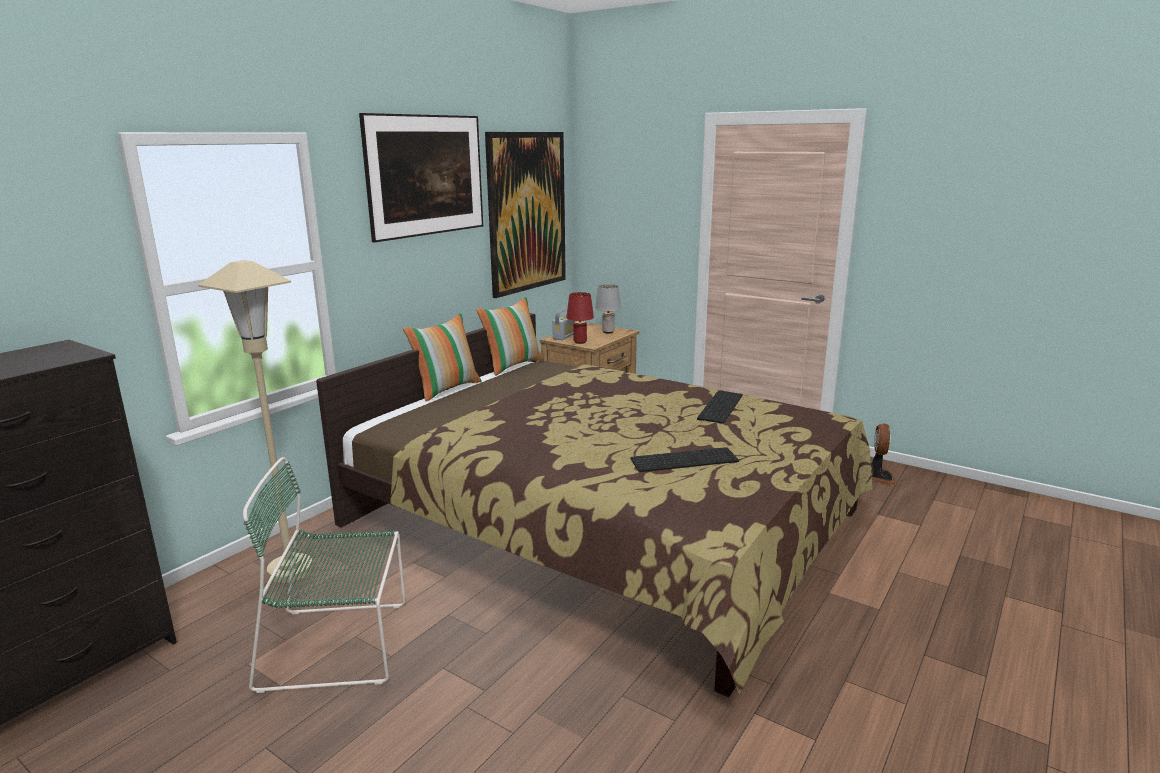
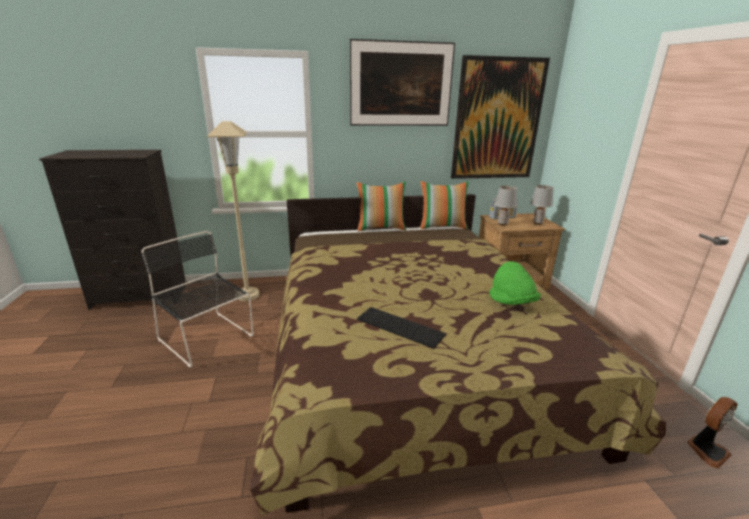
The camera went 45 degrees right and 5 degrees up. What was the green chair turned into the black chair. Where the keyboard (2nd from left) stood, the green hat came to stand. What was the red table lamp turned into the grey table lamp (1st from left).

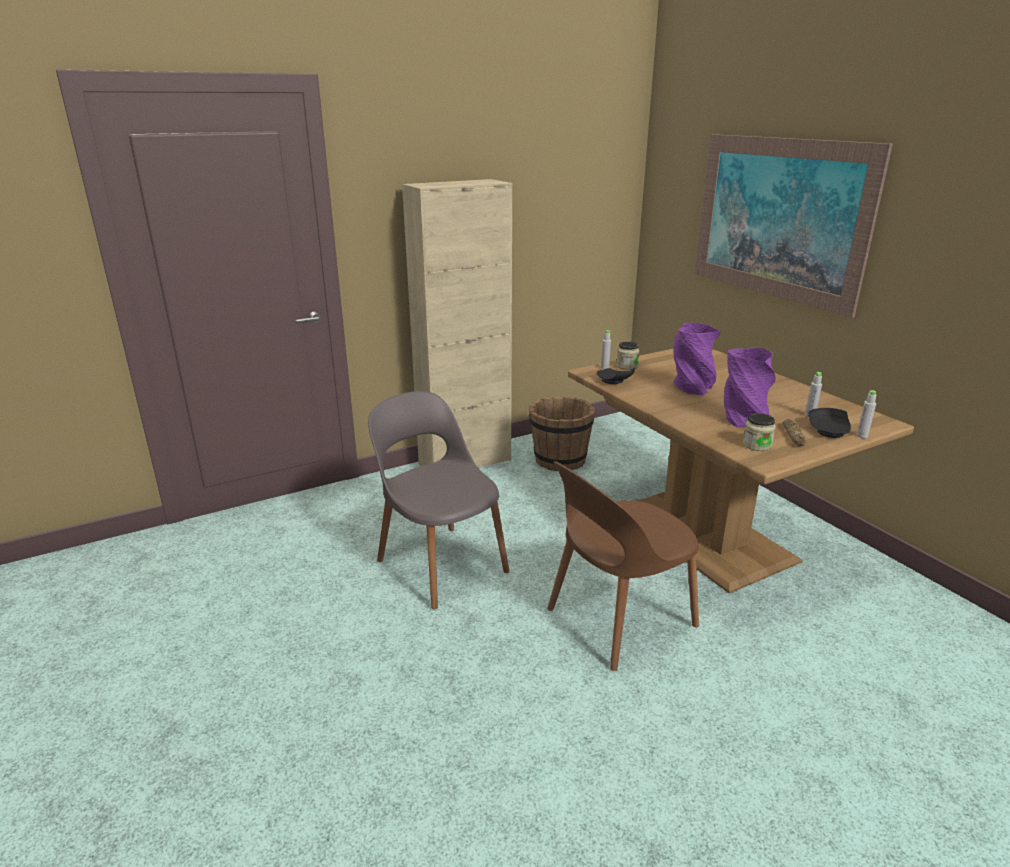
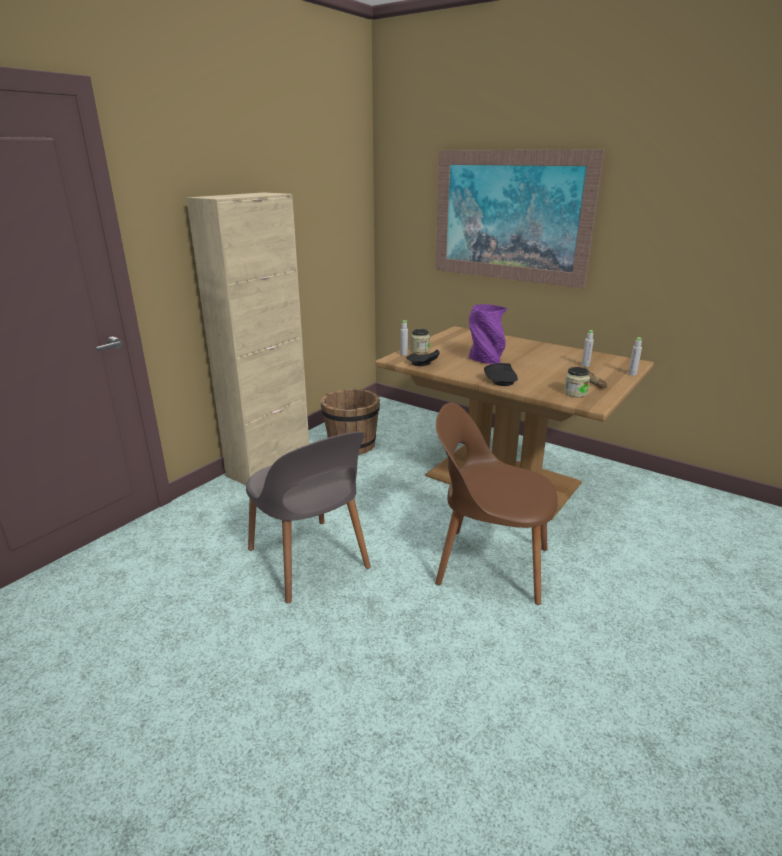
The camera went 25 degrees left and 0 degrees up. The grey chair ended up facing another way, 150 degrees counterclockwise from before. The brown chair ended up facing another way, 75 degrees clockwise from before. The black plate (2nd from left) ended up elsewhere. The second view lost the purple vase (2nd from left).

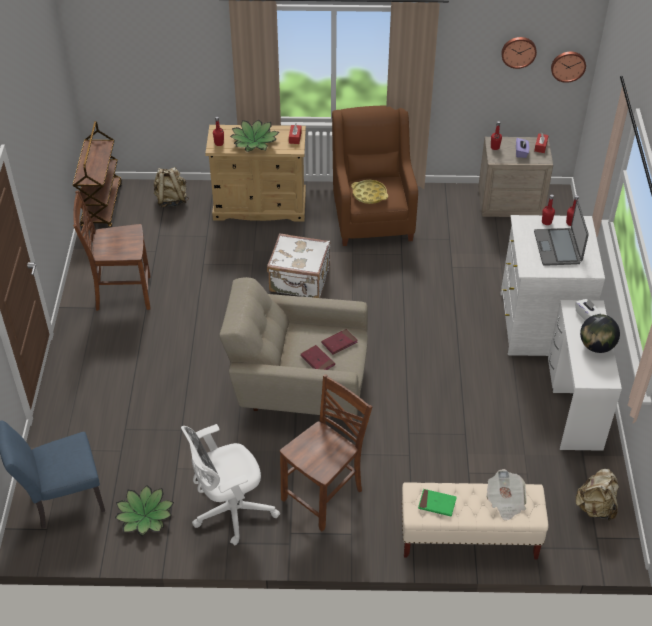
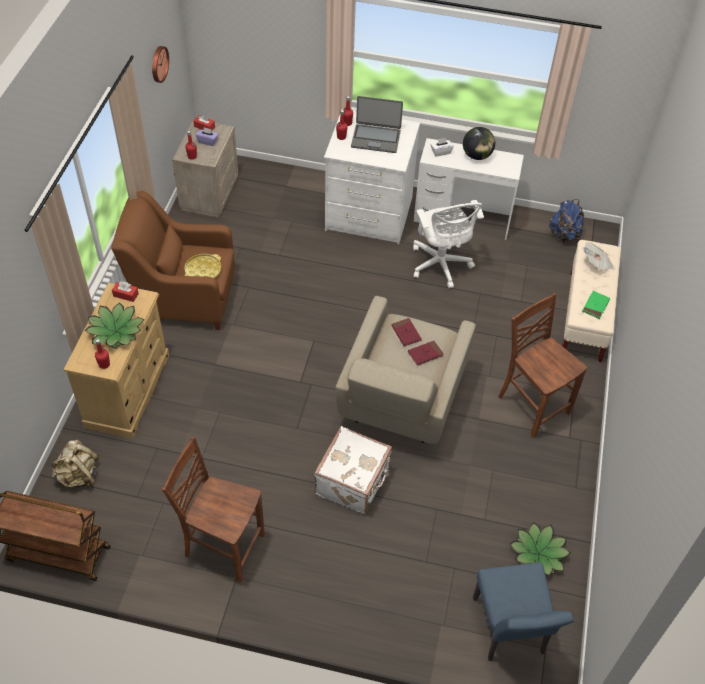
The camera went 80 degrees left and 5 degrees up. The brown chair (1st from left) ended up facing another way, 105 degrees clockwise from before. The white suitcase ended up elsewhere. The white office chair ended up elsewhere. What was the beige backpack (2nd from left) turned into the blue backpack. The second view lost the wall clock (2nd from left).

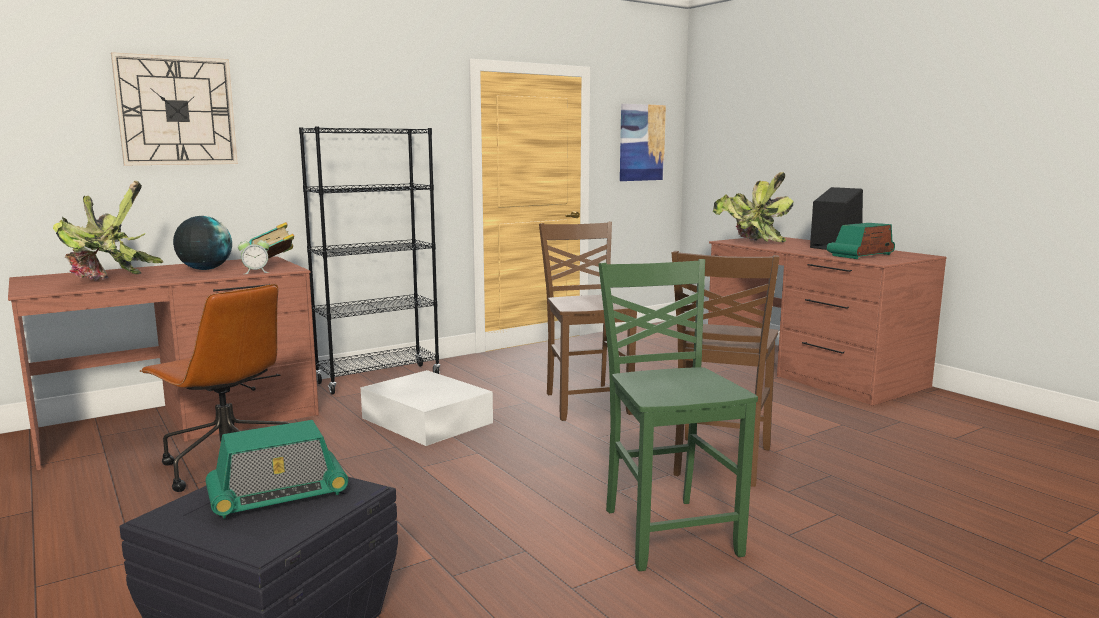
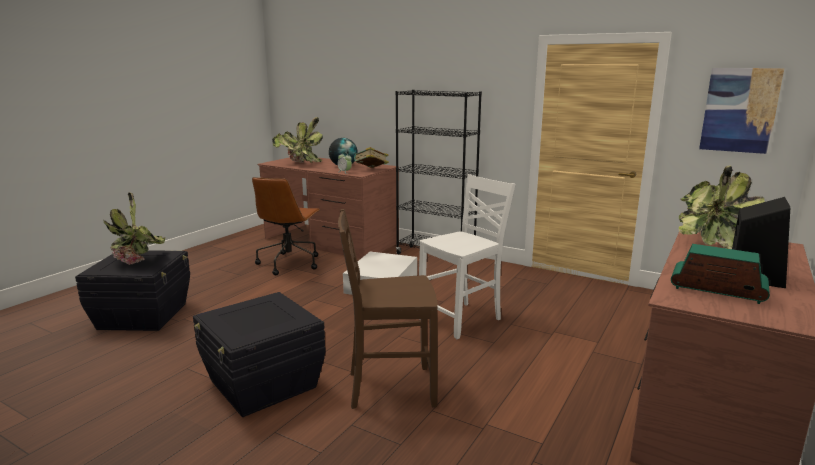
The camera went 65 degrees right and 5 degrees up. Where the radio (1st from left) stood, the potted plant (1st from left) came to stand. Where the green chair stood, the black storage box (2nd from left) came to stand. What was the brown chair (1st from left) turned into the white chair. The second view lost the wall clock.

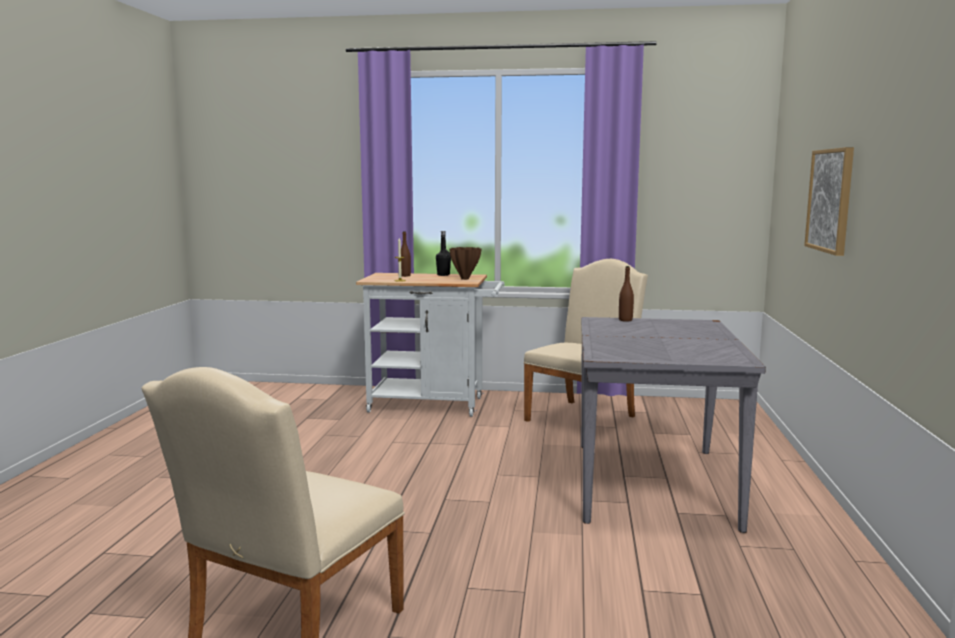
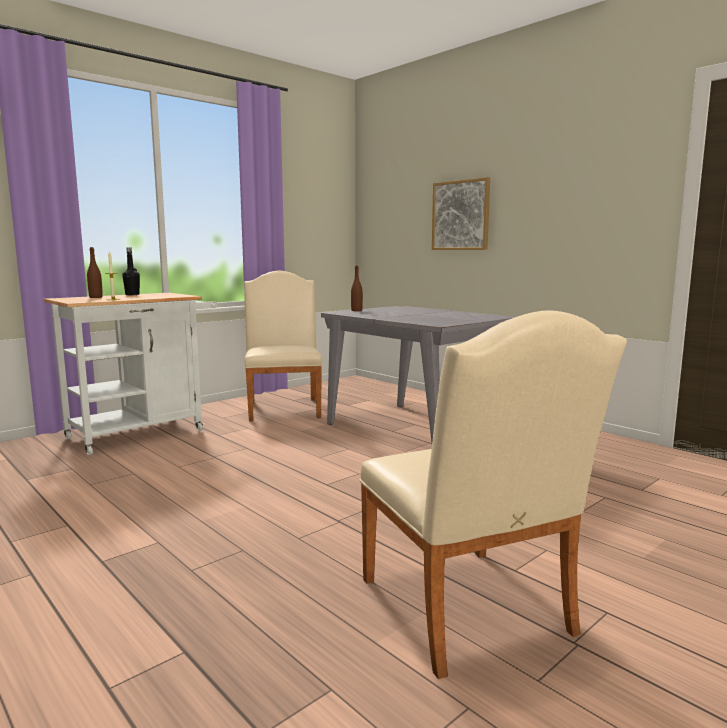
The camera went 50 degrees left and 0 degrees up. The second view lost the brown vase.

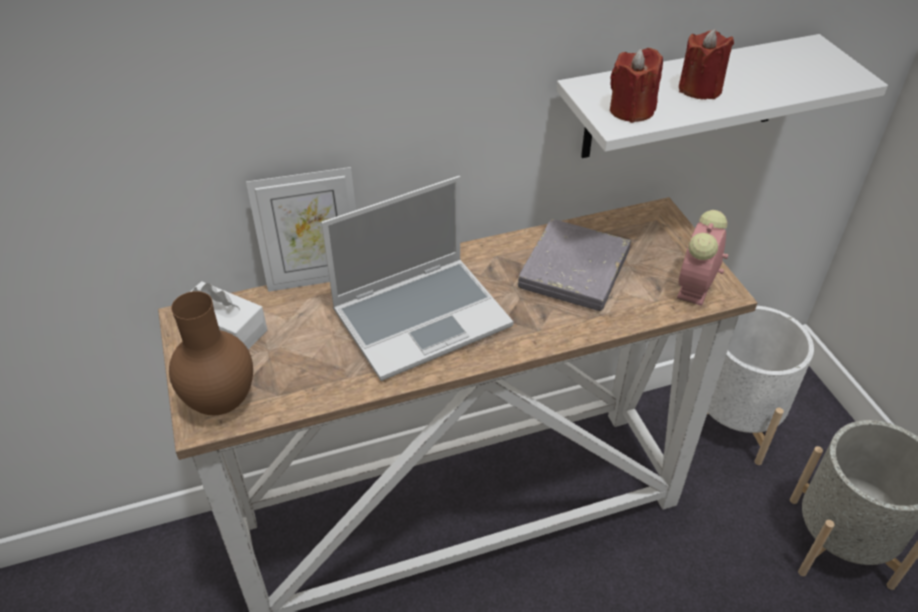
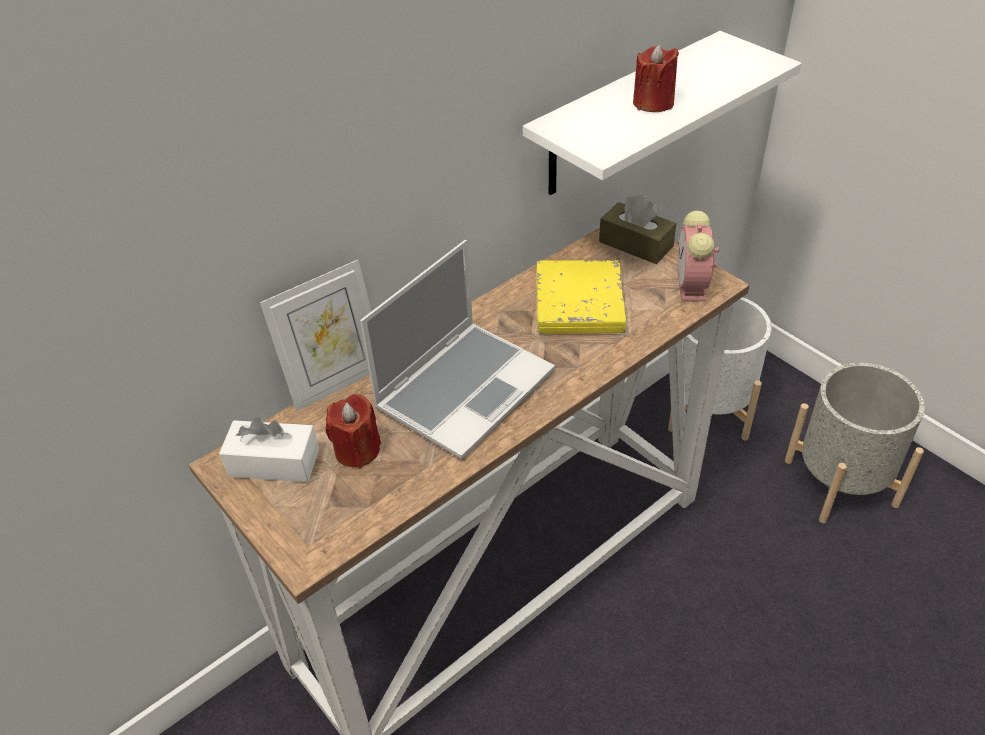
The camera went 20 degrees left and 0 degrees up. The red candle (1st from left) ended up elsewhere. What was the grey book turned into the yellow book. The second view gained the brown tissue box. The second view lost the brown vase.

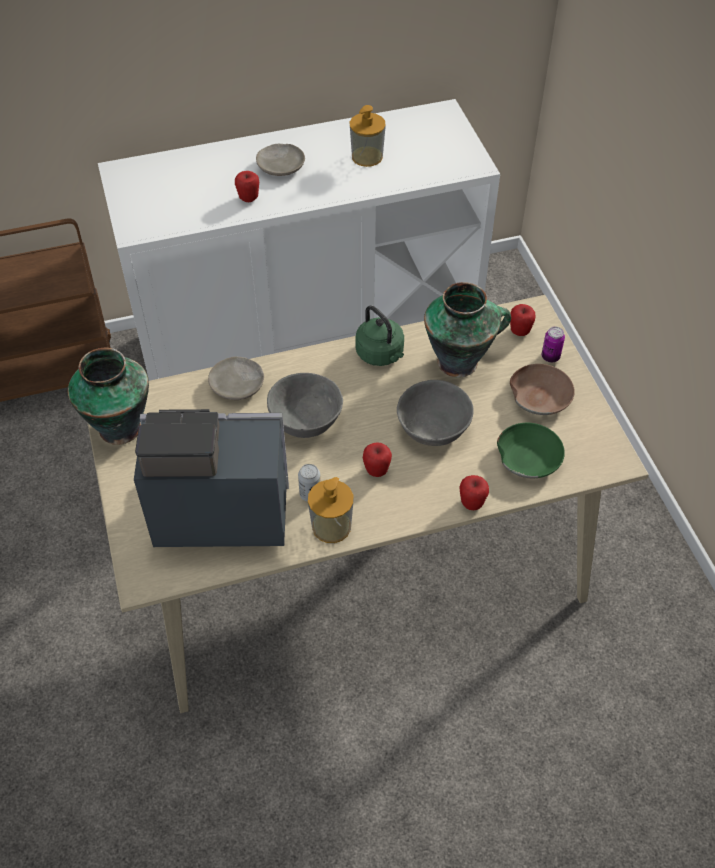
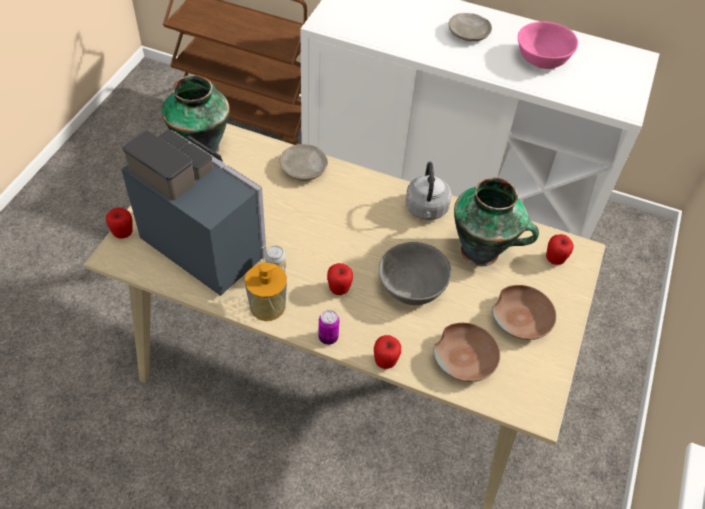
The camera went 35 degrees right and 0 degrees up. The apple (1st from left) ended up elsewhere. The can (2nd from left) ended up elsewhere. What was the green kettle turned into the grey kettle. What was the green bowl turned into the brown bowl (1st from left). Where the soap dispenser (2nd from left) stood, the pink bowl came to stand. The second view lost the grey bowl (1st from left).

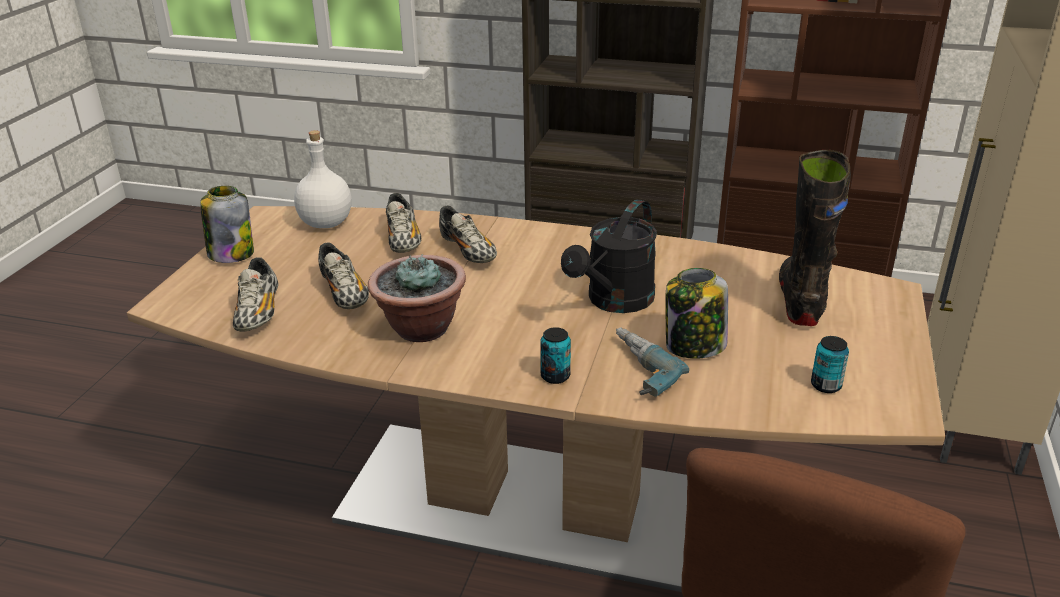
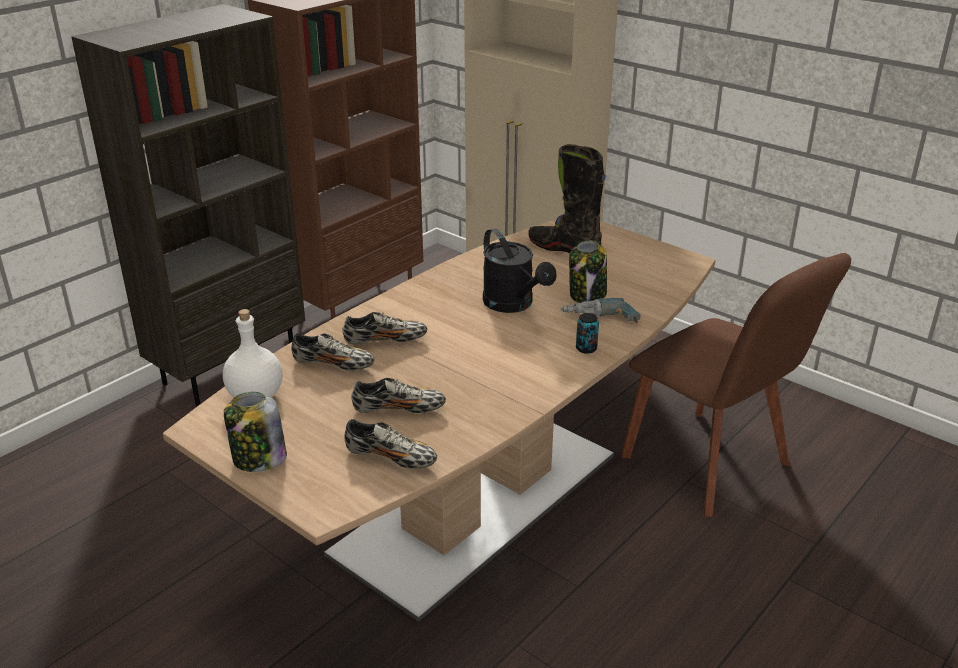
The camera went 65 degrees left and 0 degrees up. The second view lost the potted plant. The second view lost the can (2nd from left).

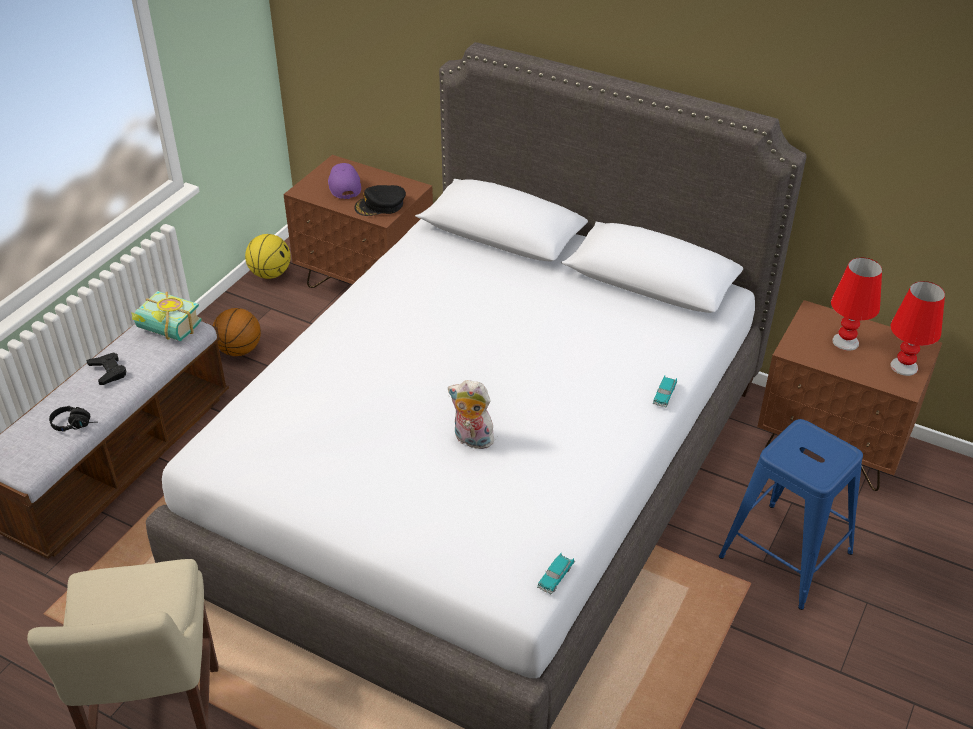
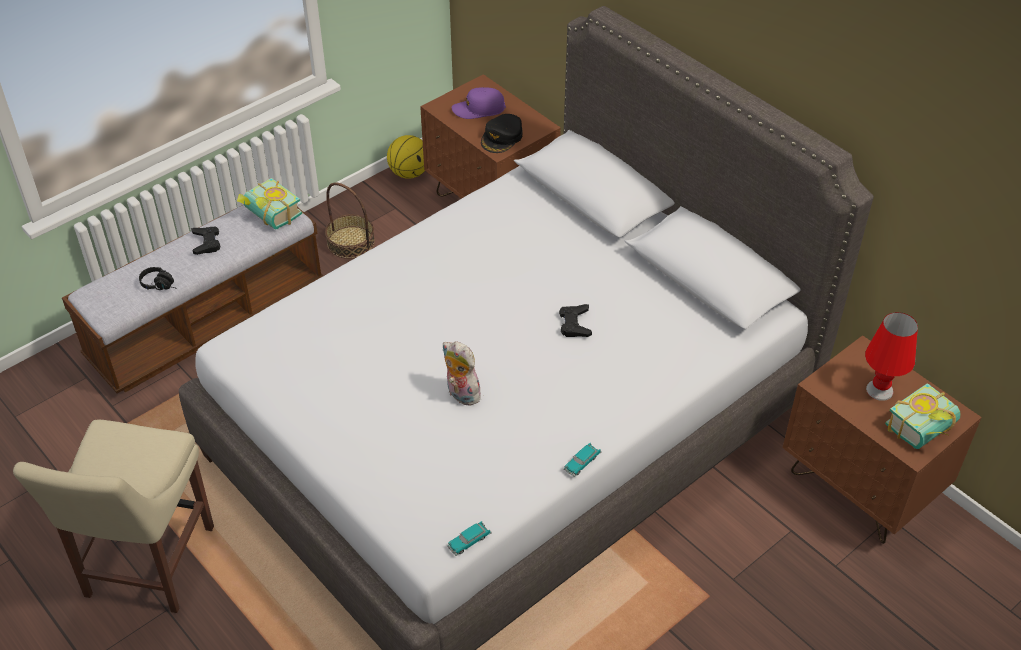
The camera went 20 degrees right and 5 degrees up. Where the basketball (1st from left) stood, the basket came to stand. The purple cap ended up facing another way, 105 degrees counterclockwise from before. The black cap ended up facing another way, 60 degrees counterclockwise from before. The second view gained the black game controller (2nd from left). The toy car (2nd from left) ended up elsewhere. Where the red table lamp (2nd from left) stood, the book (2nd from left) came to stand. The second view lost the blue stool.

